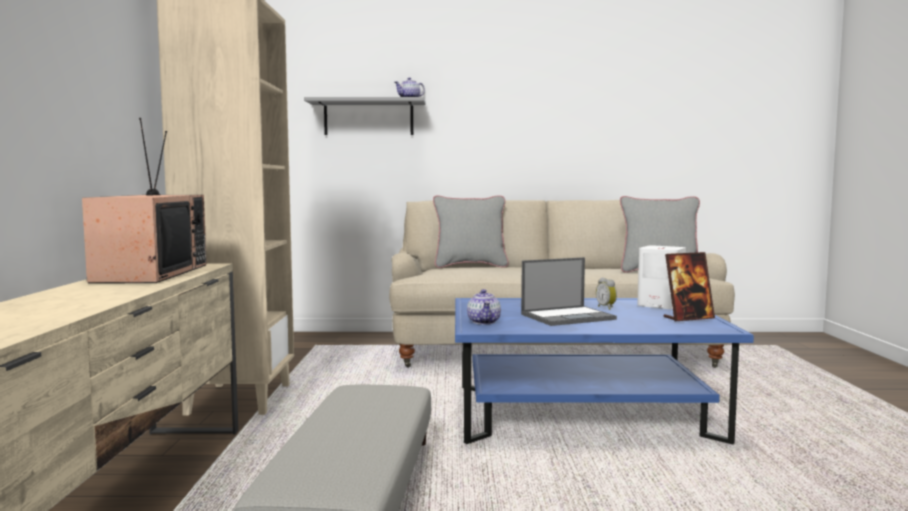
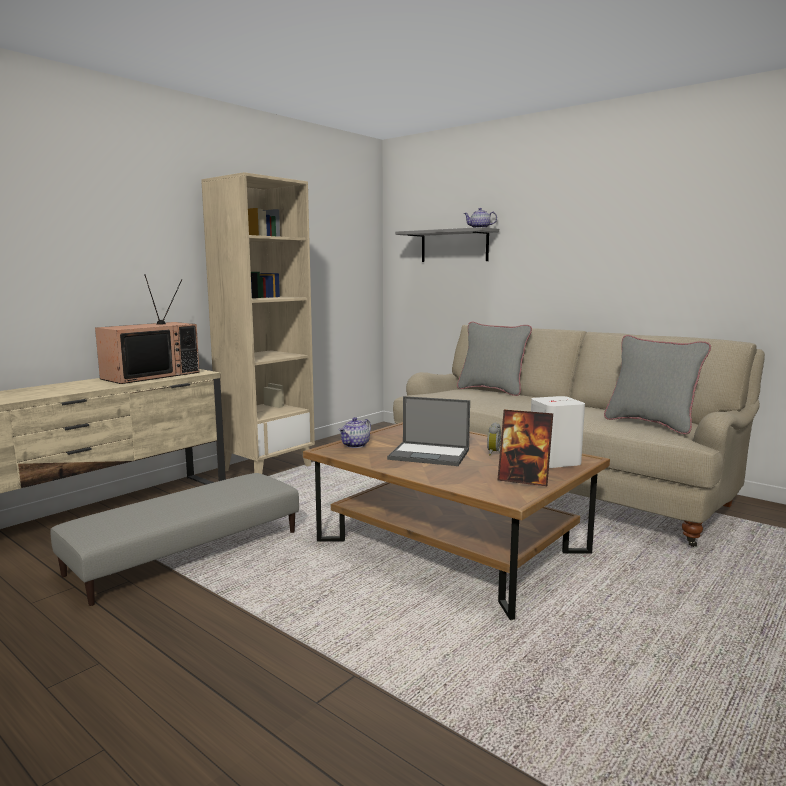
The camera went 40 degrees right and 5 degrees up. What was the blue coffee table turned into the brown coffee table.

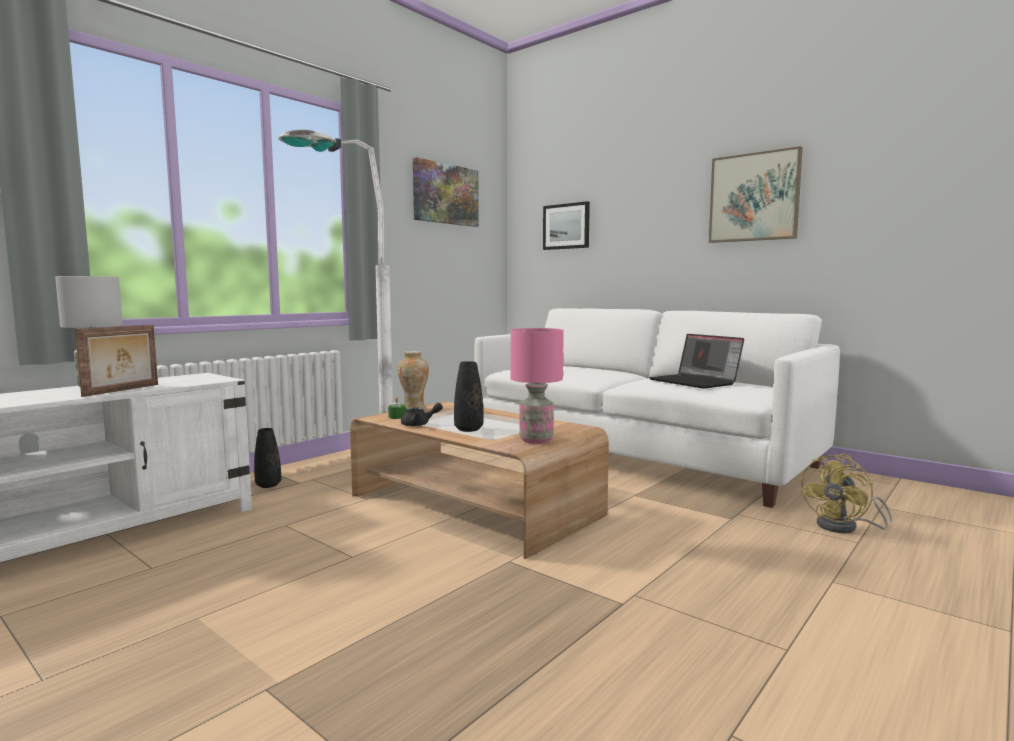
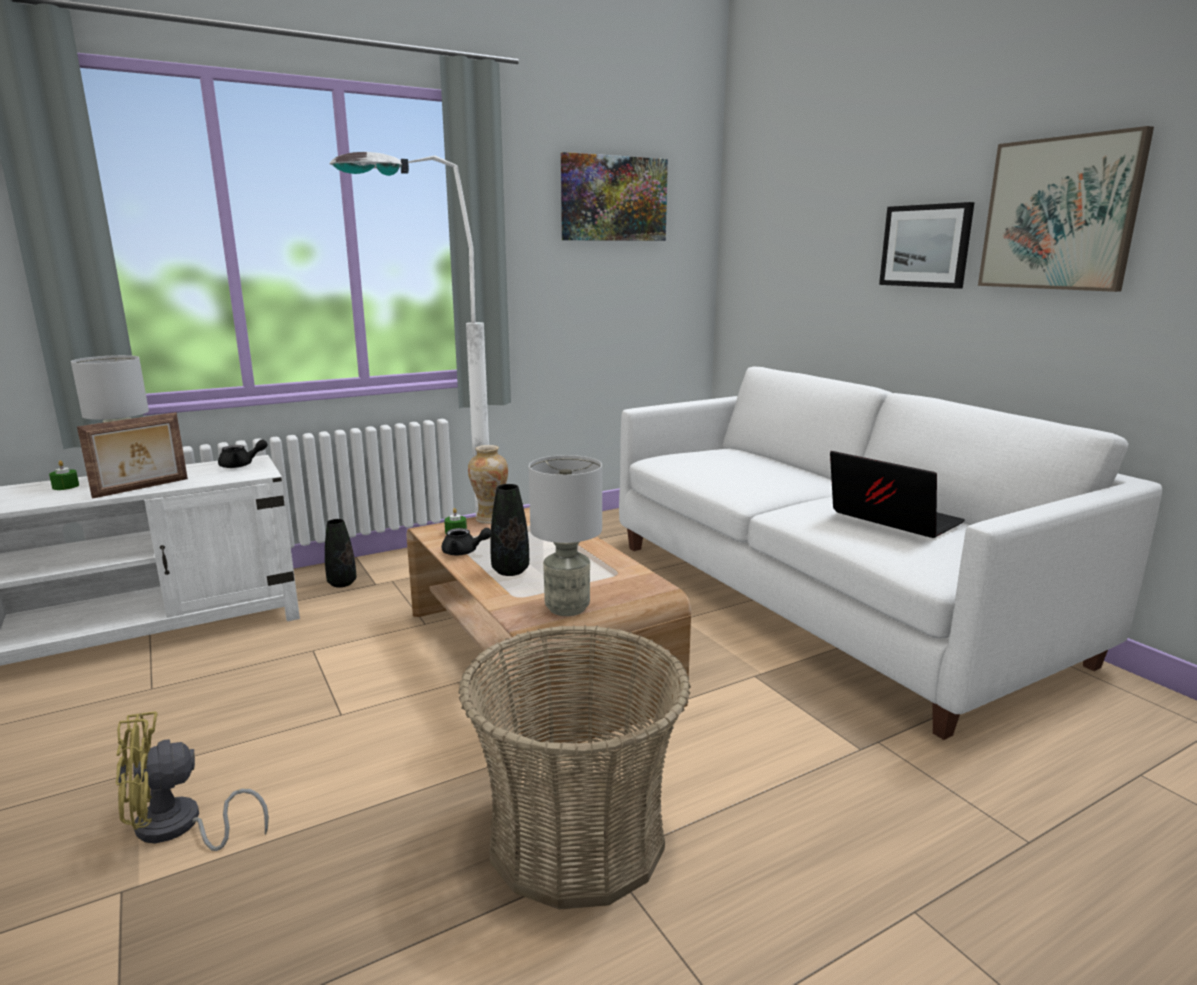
The camera went 20 degrees right and 10 degrees up. The second view gained the green candle (1st from left). The yellow fan ended up elsewhere. The second view gained the black teapot (1st from left). The second view gained the basket. What was the pink table lamp turned into the grey table lamp (2nd from left). The laptop ended up facing another way, 150 degrees clockwise from before. The picture (2nd from left) ended up elsewhere.

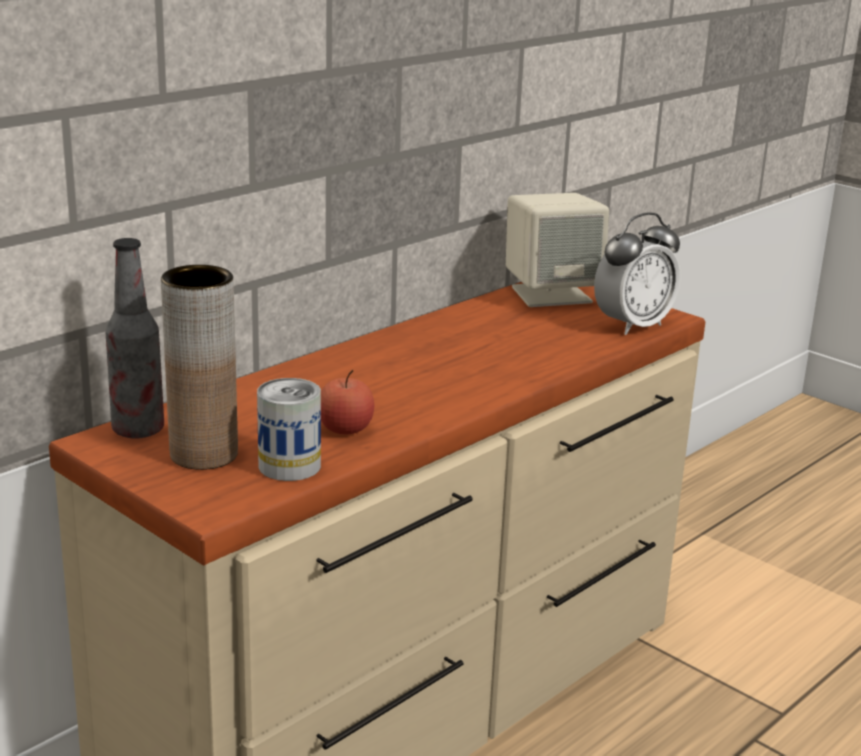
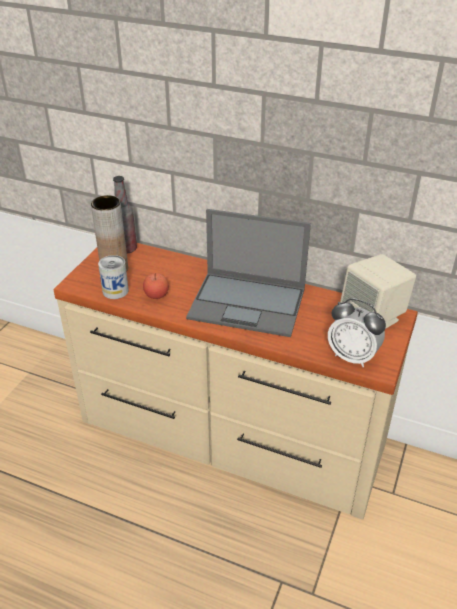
The camera went 70 degrees right and 15 degrees up. The second view gained the laptop.

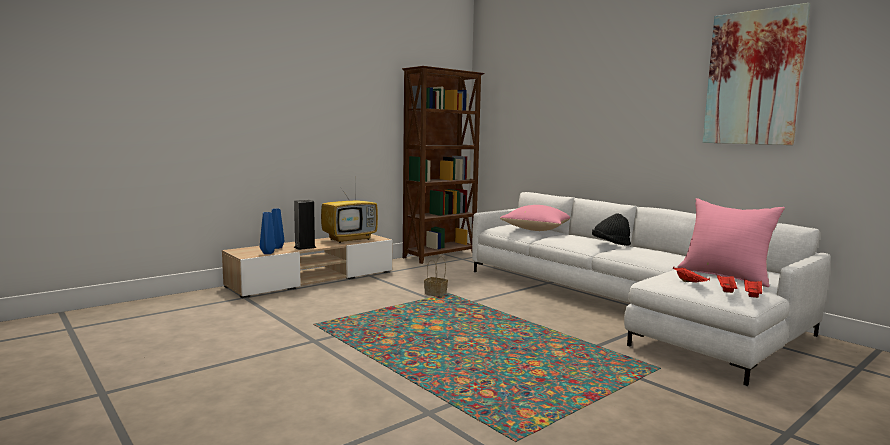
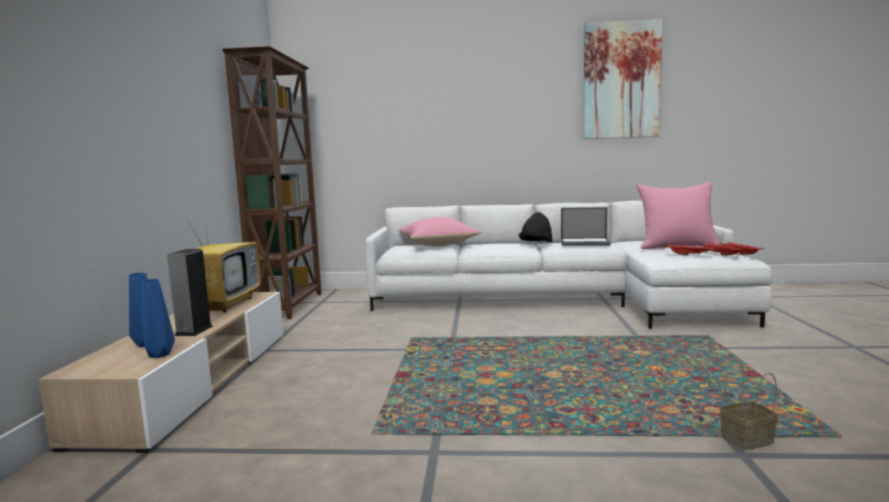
The camera went 45 degrees left and 0 degrees up. The second view gained the laptop. The basket ended up elsewhere.

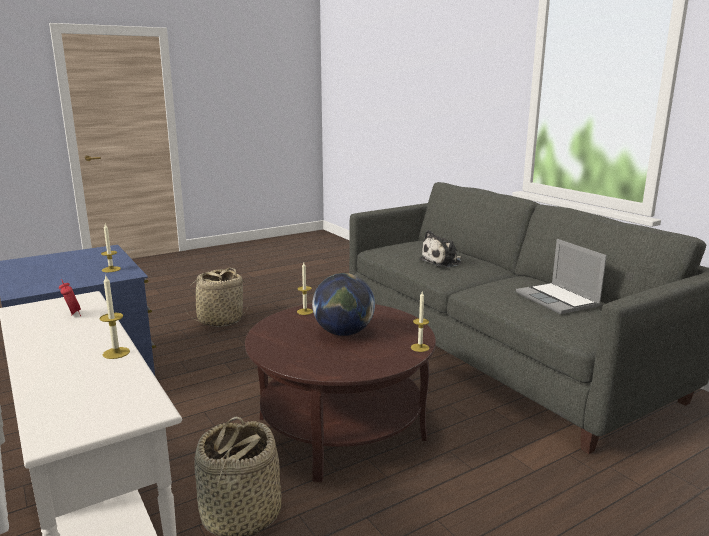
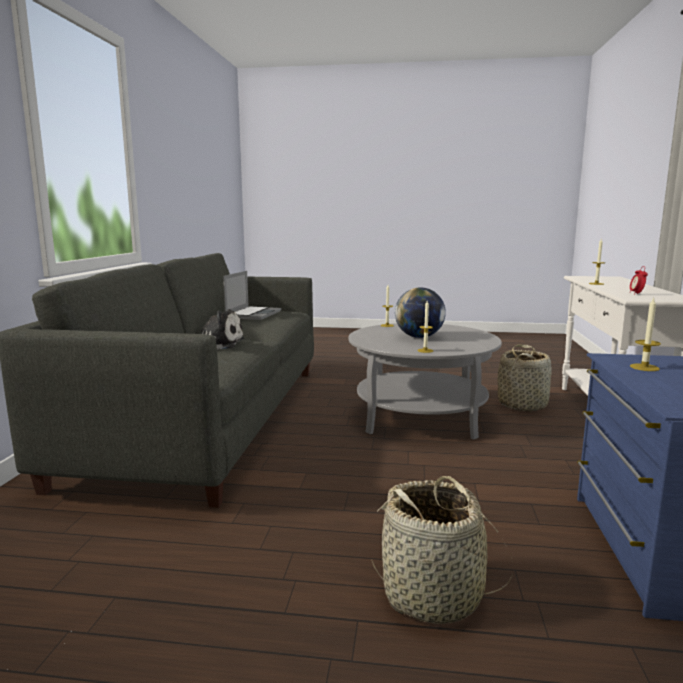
The camera went 140 degrees left and 5 degrees down. What was the brown coffee table turned into the grey coffee table.

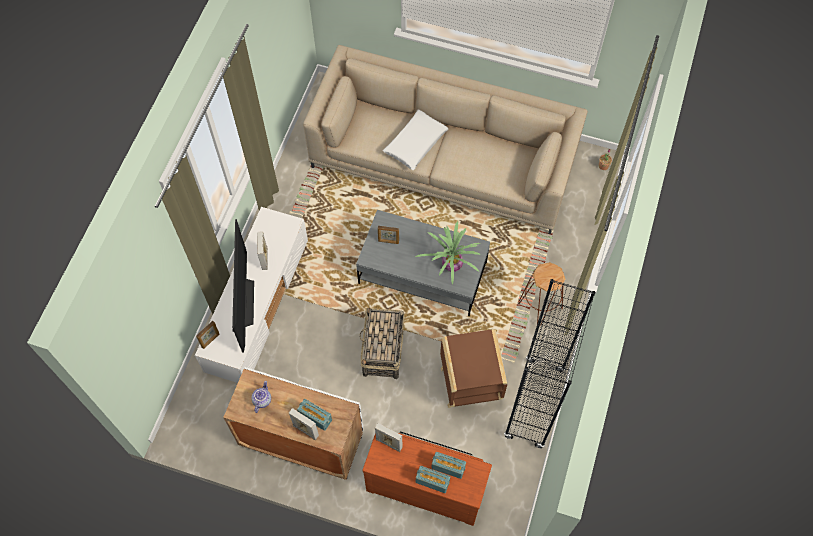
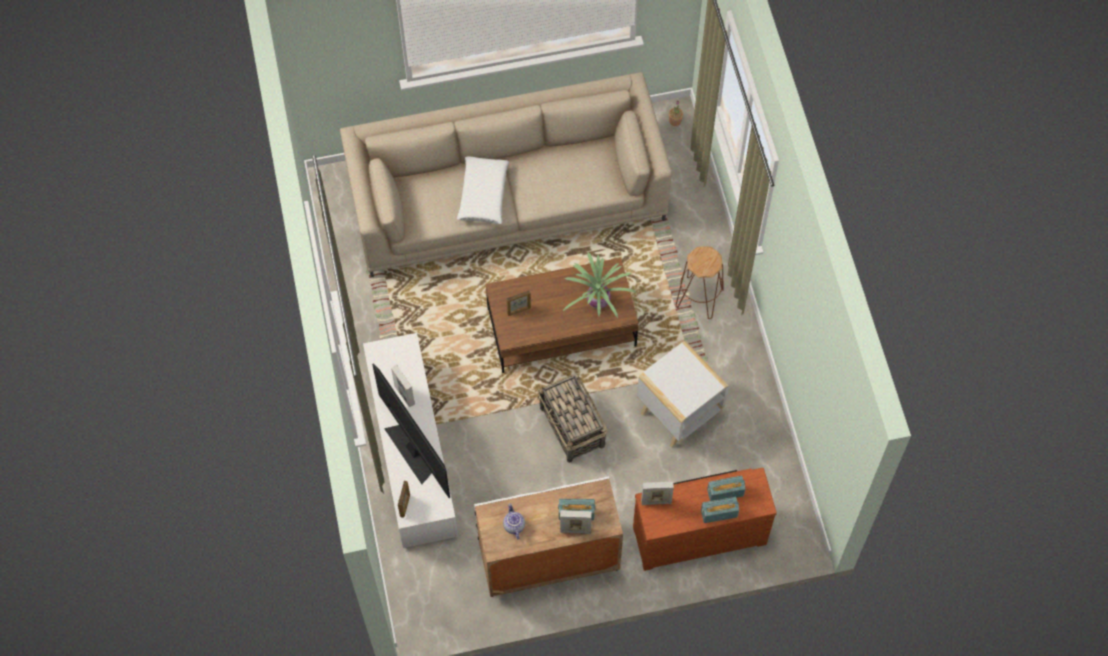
The camera went 30 degrees left and 0 degrees up. What was the grey coffee table turned into the brown coffee table. What was the brown side table turned into the white side table. The second view lost the black bookcase.

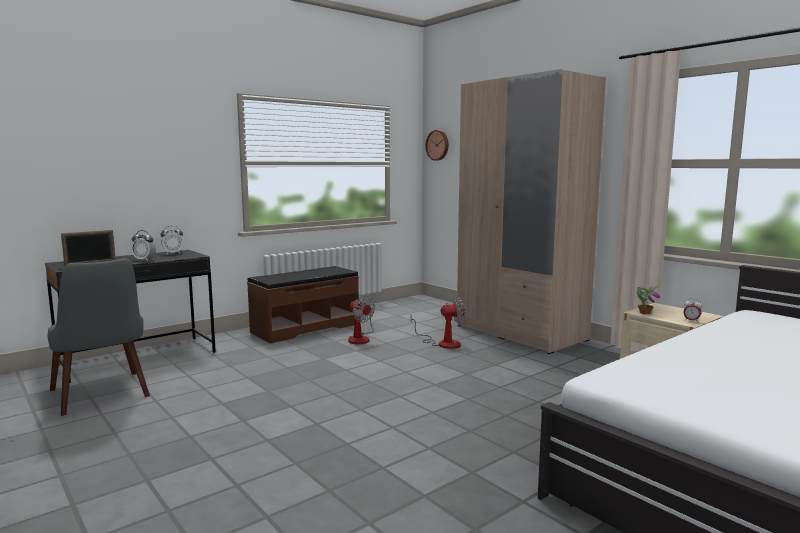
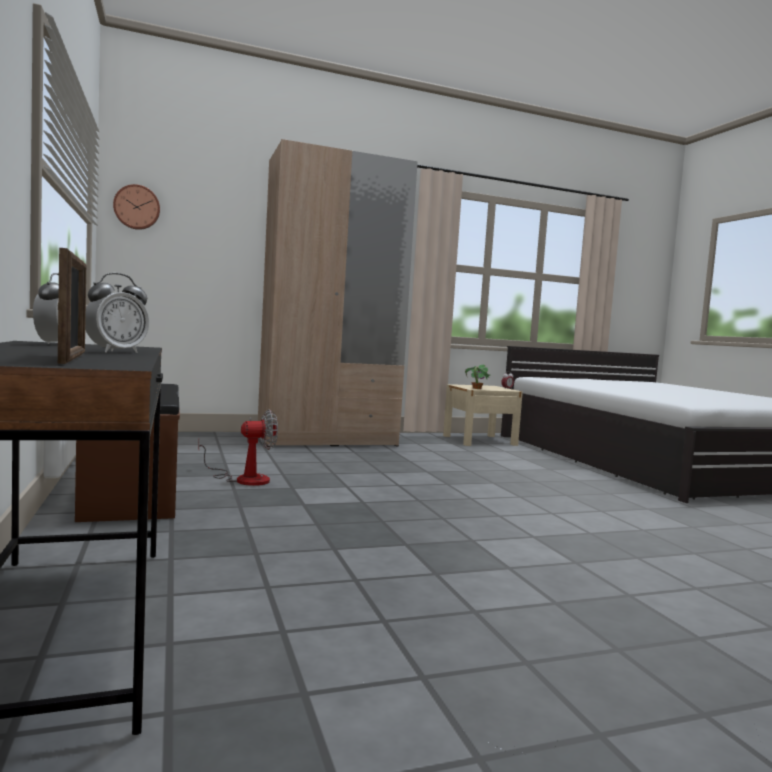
The camera went 70 degrees left and 5 degrees down. The second view lost the grey chair. The second view lost the fan (2nd from left).

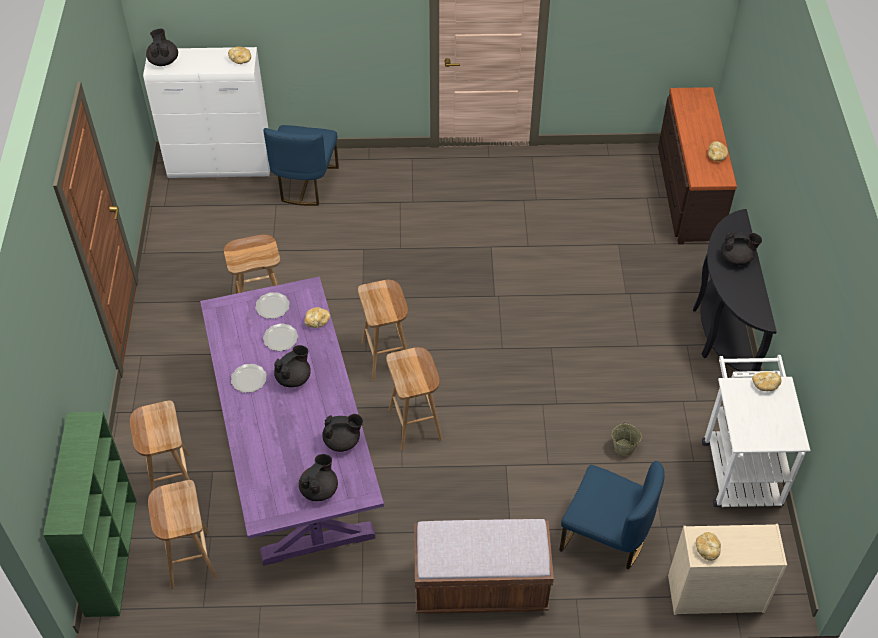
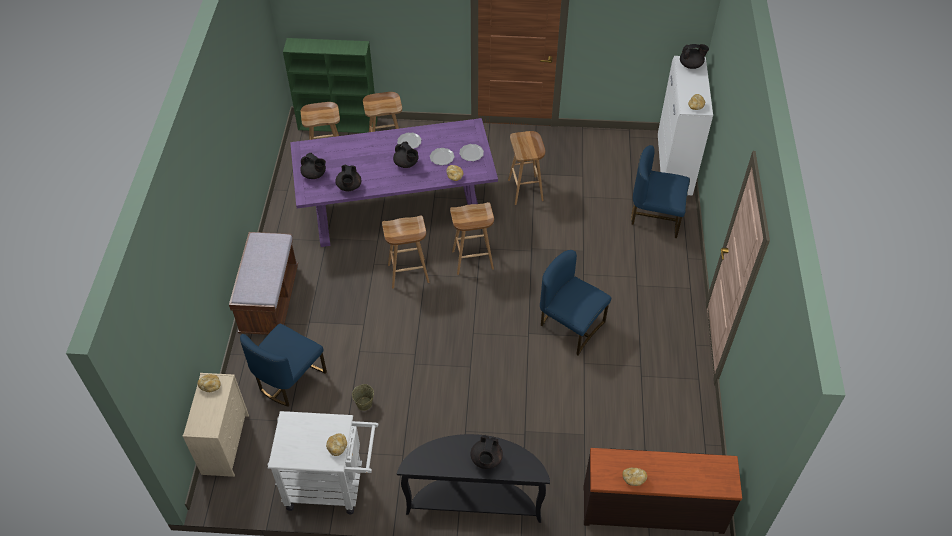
The camera went 95 degrees right and 0 degrees up. The second view gained the blue chair (2nd from left).

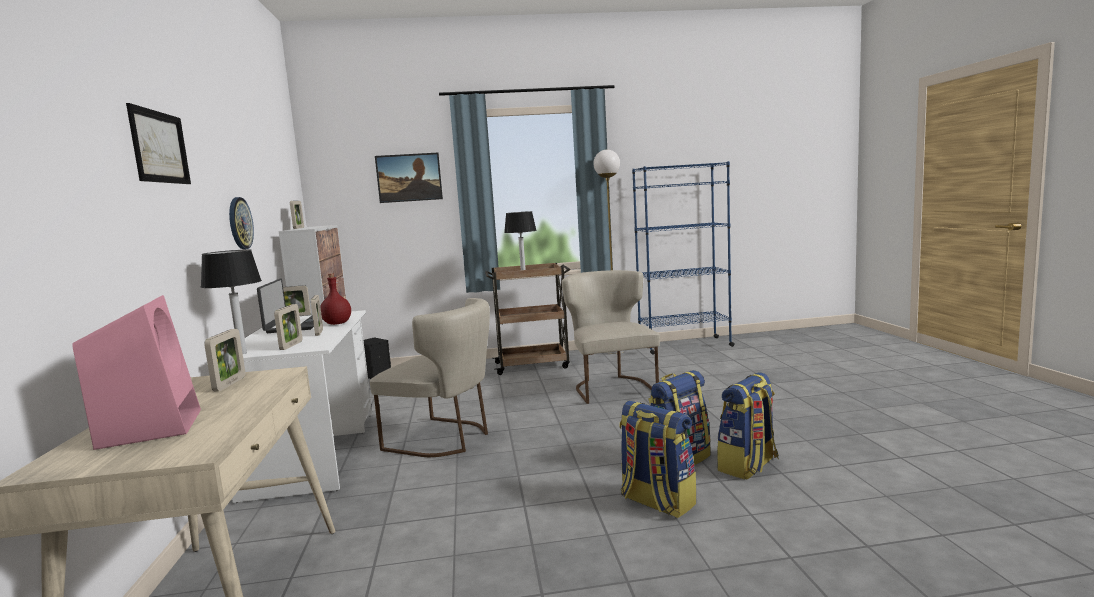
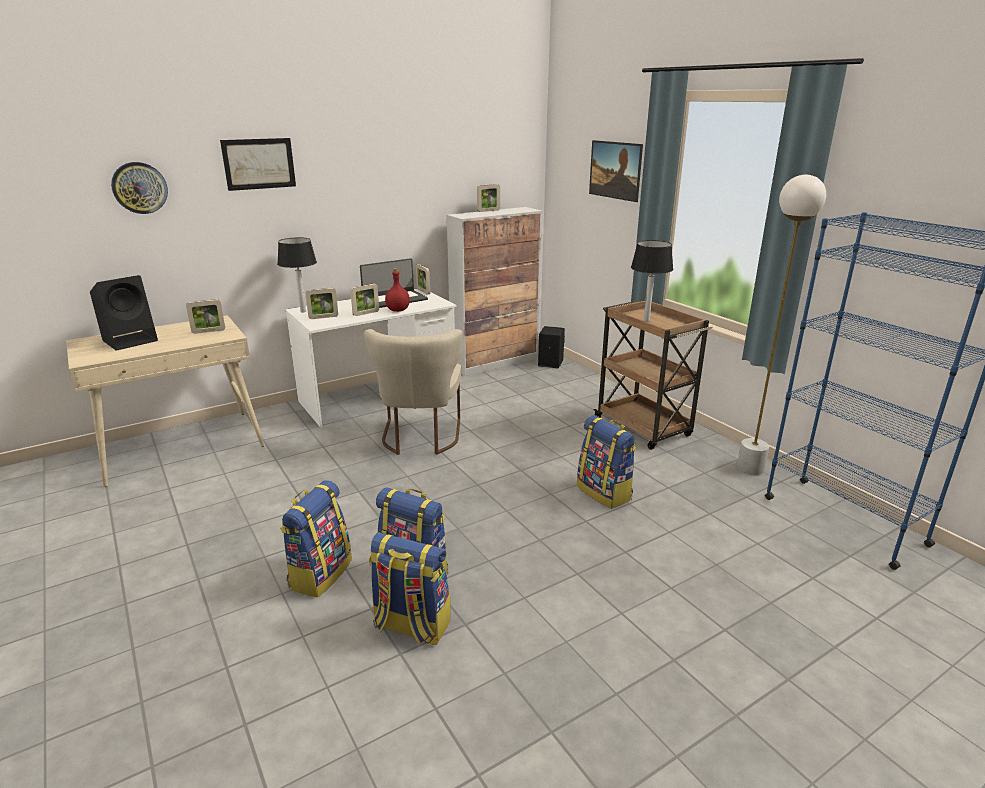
The camera went 65 degrees right and 15 degrees up. What was the pink speaker turned into the black speaker (1st from left). The wall clock ended up elsewhere. Where the beige chair (2nd from left) stood, the backpack (4th from left) came to stand.

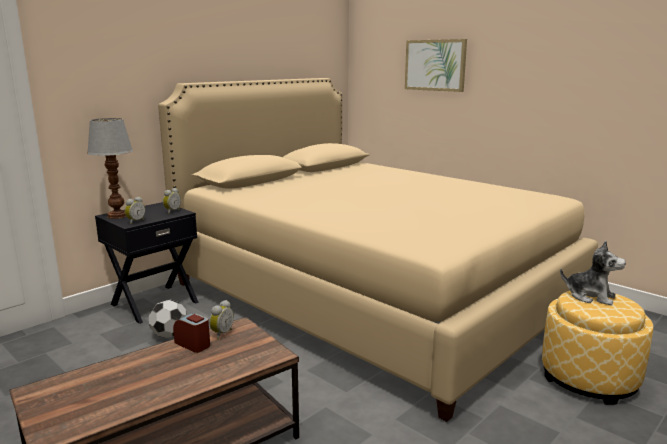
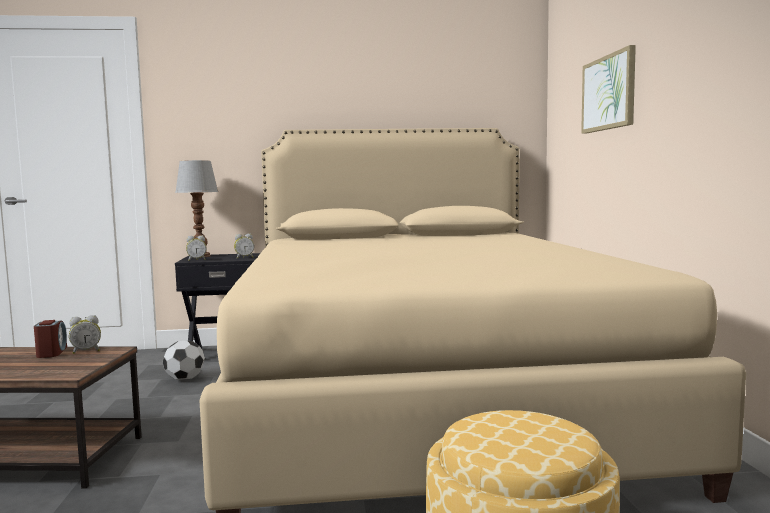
The camera went 40 degrees right and 10 degrees down. The second view lost the plush toy.

